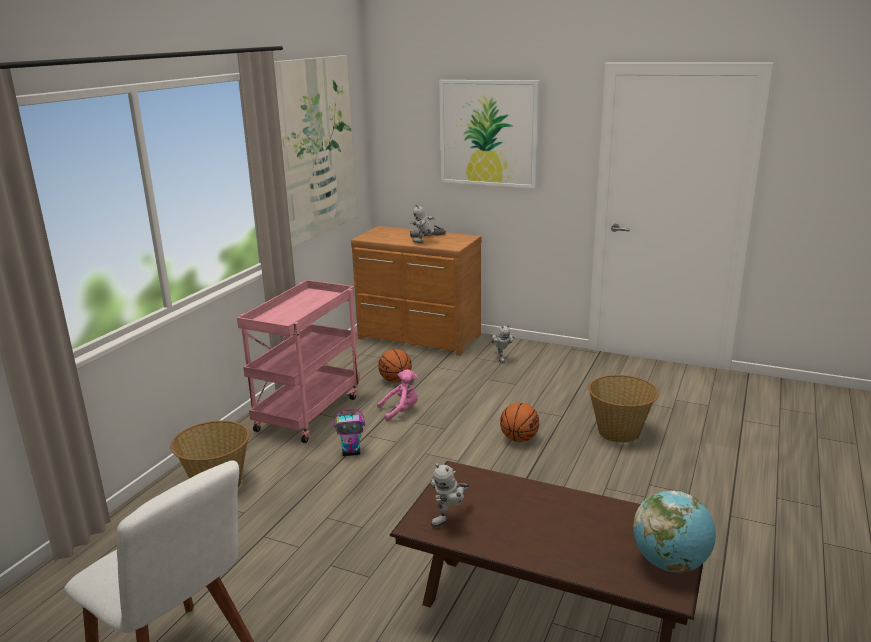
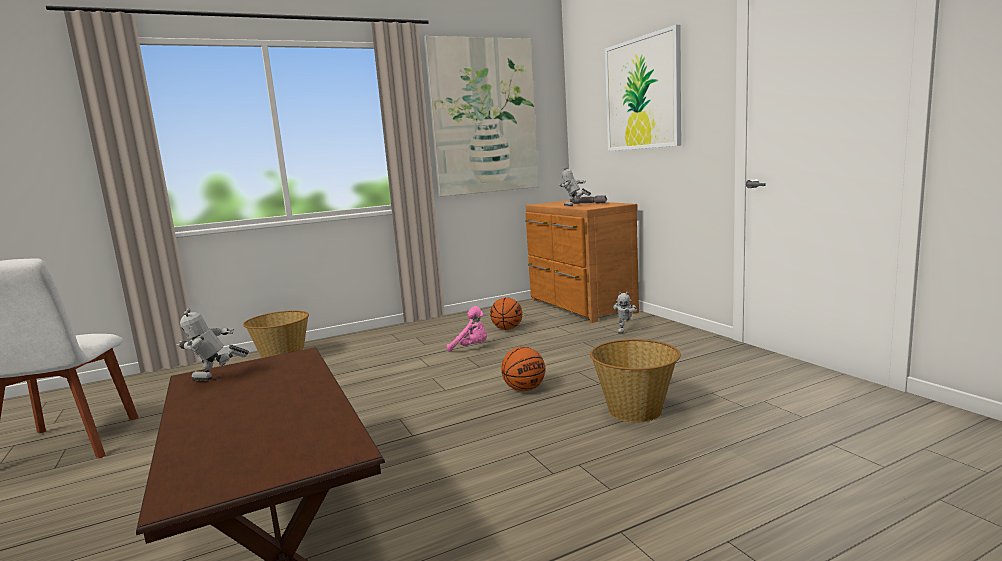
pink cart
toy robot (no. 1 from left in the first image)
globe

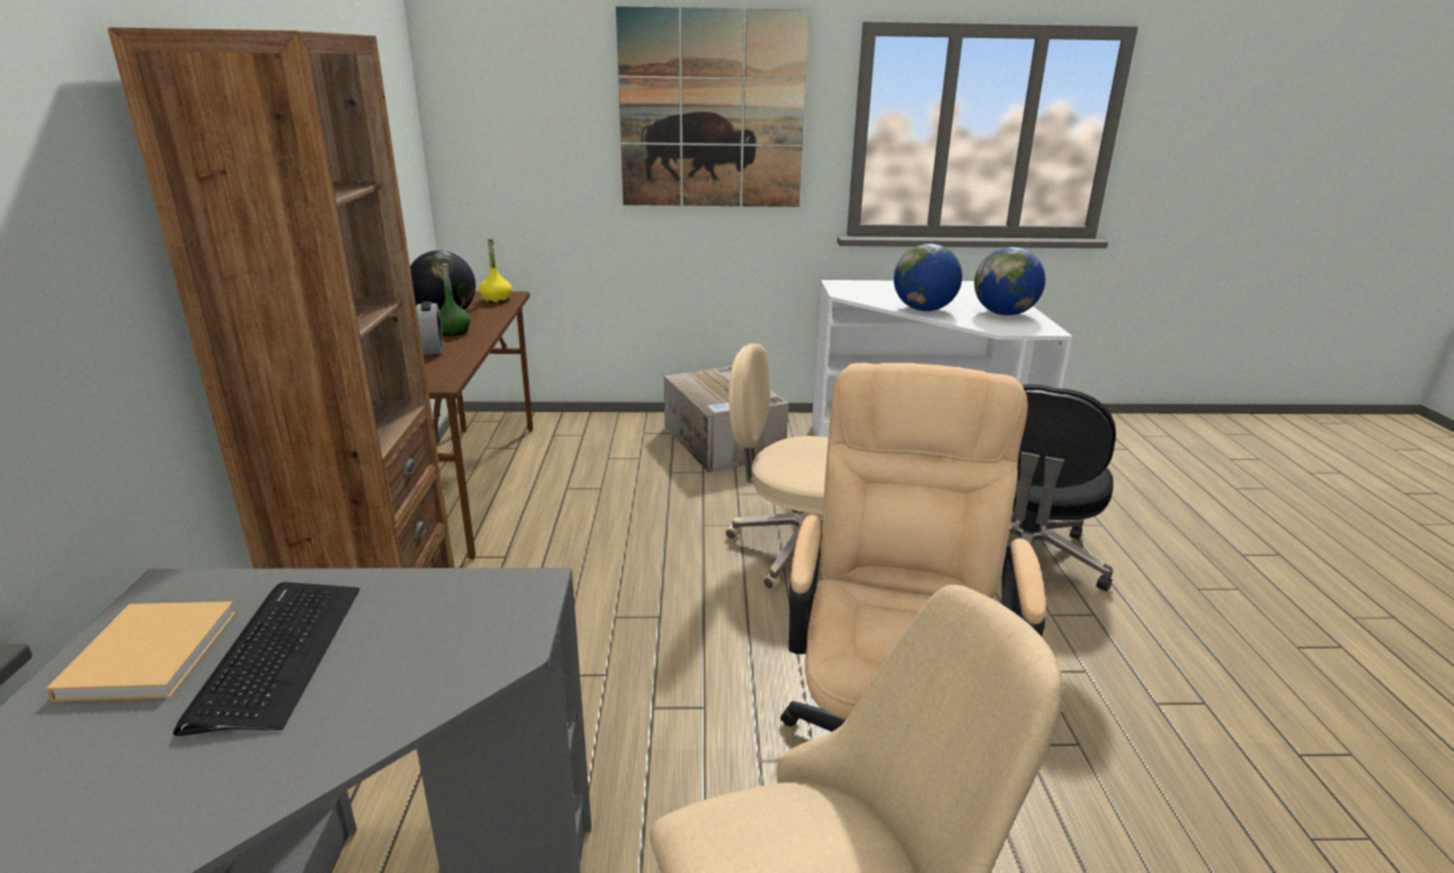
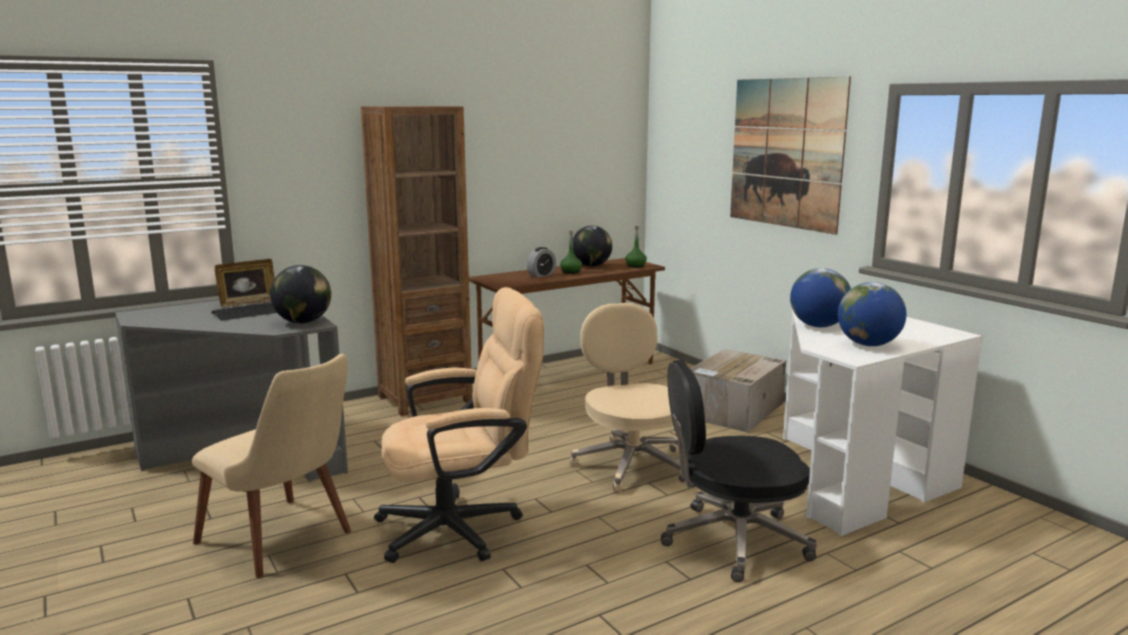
picture frame
green bottle (no. 2 from left)
globe (no. 1 from left)

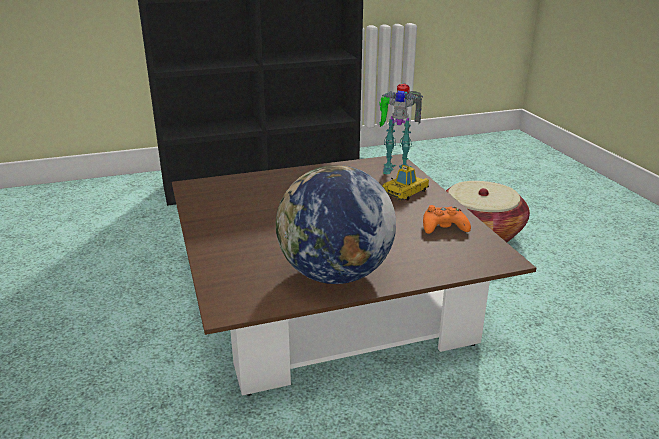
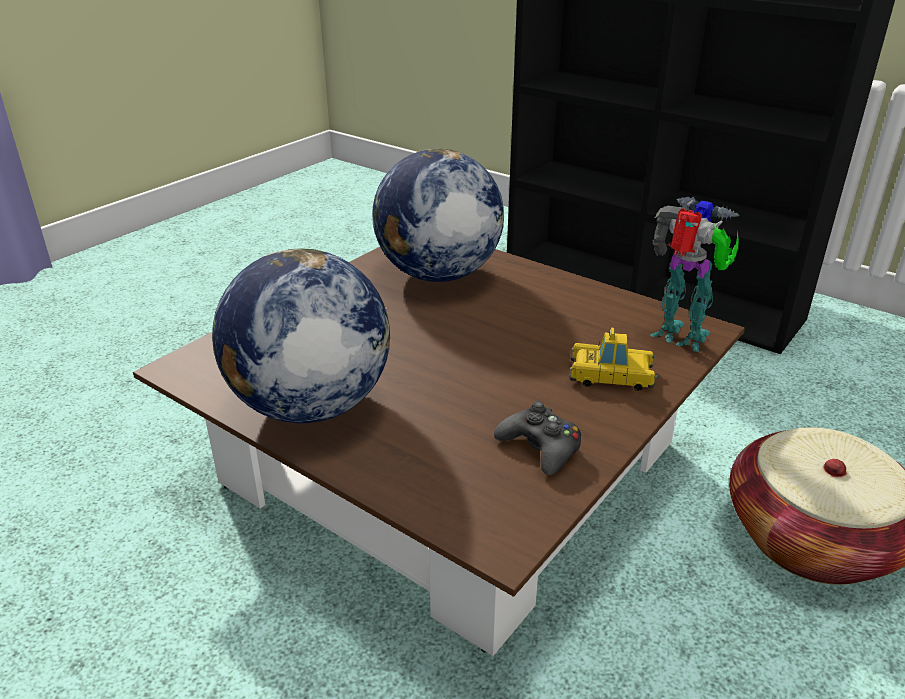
toy robot
black game controller
globe (no. 2 from left)

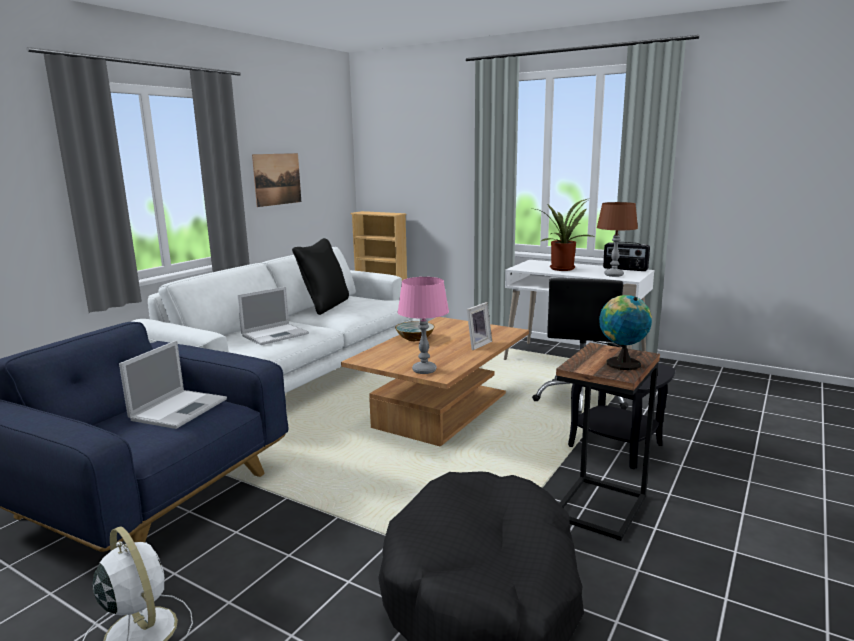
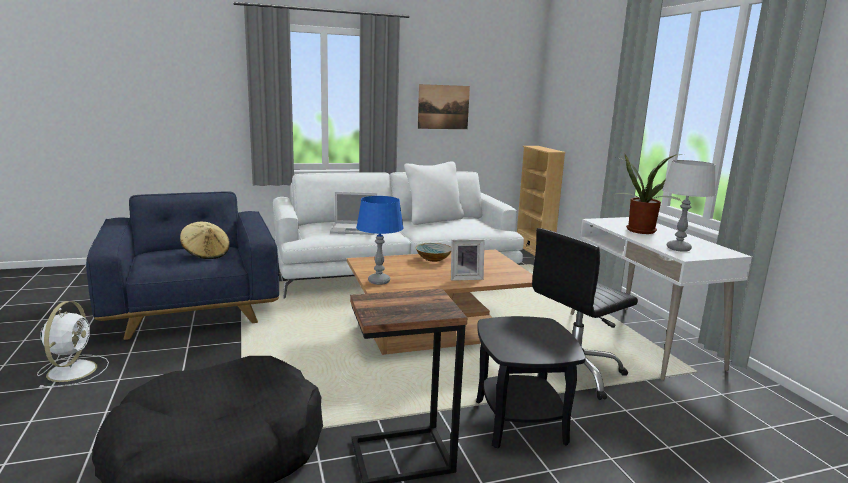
beige hat
white pillow
blue table lamp
grey table lamp
globe
radio

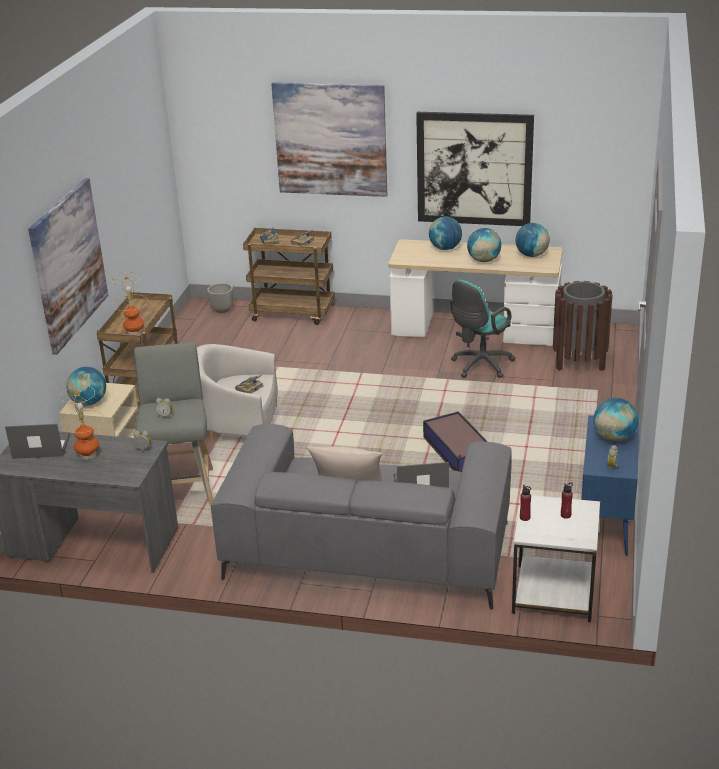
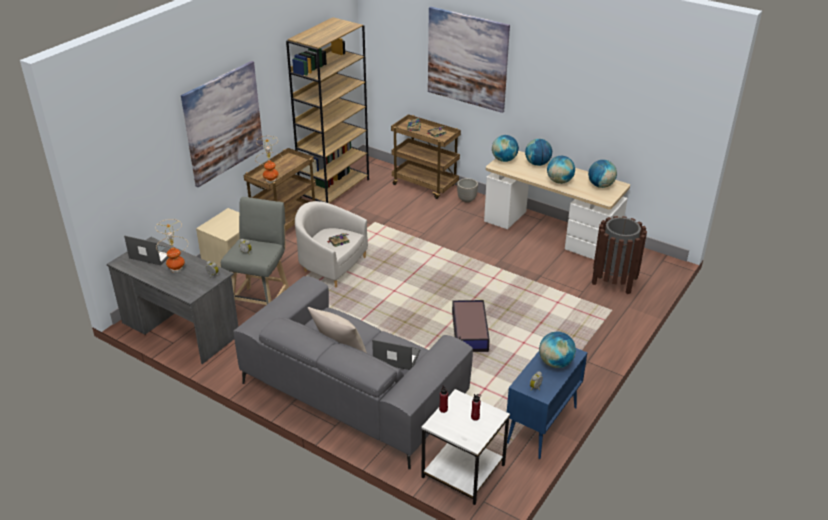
globe (no. 1 from left)
planter
picture (no. 3 from left in the first image)
turquoise office chair
brown bookcase

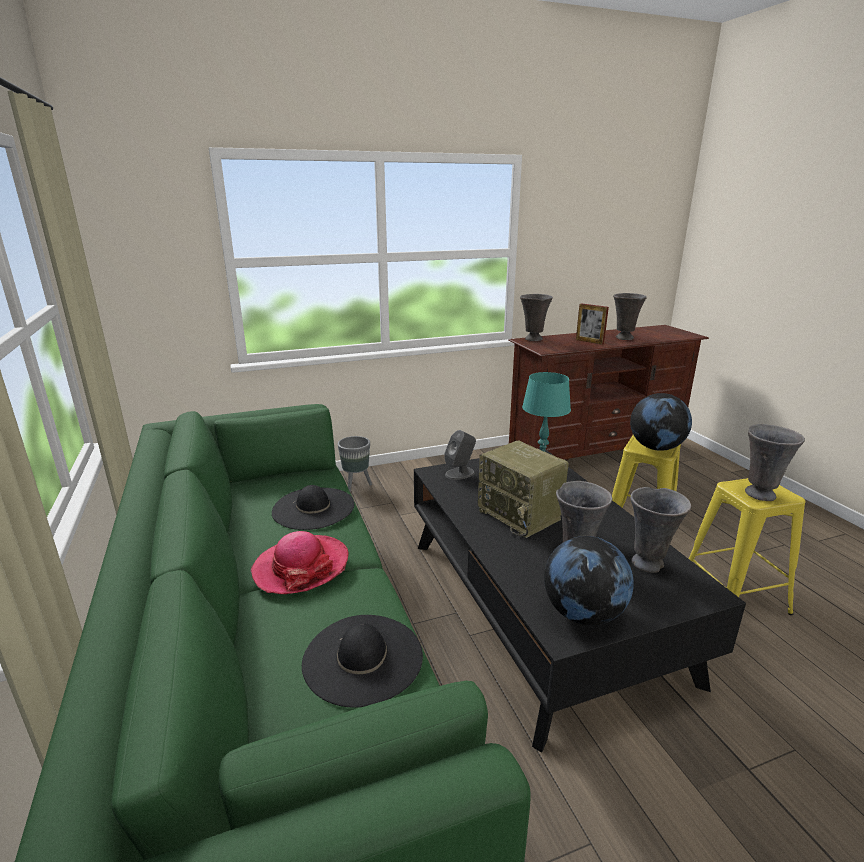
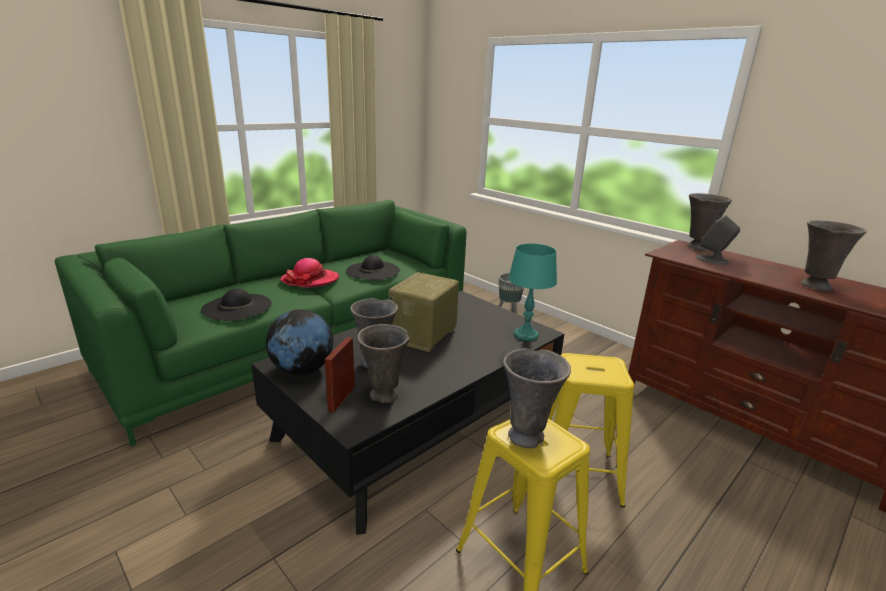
grey speaker
picture frame
globe (no. 2 from left in the first image)

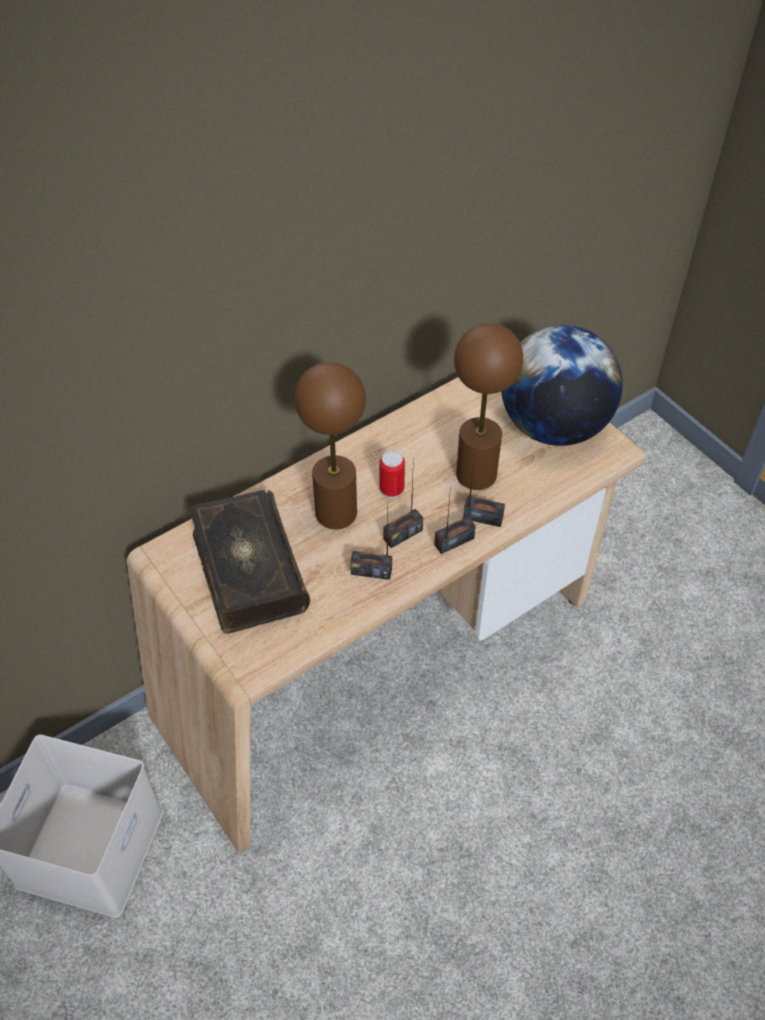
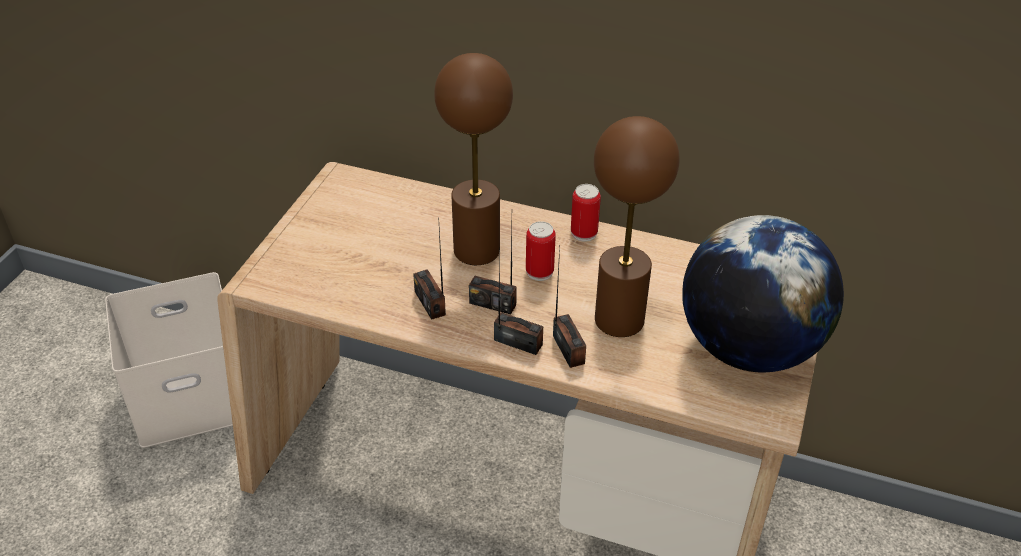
book
can (no. 2 from left)

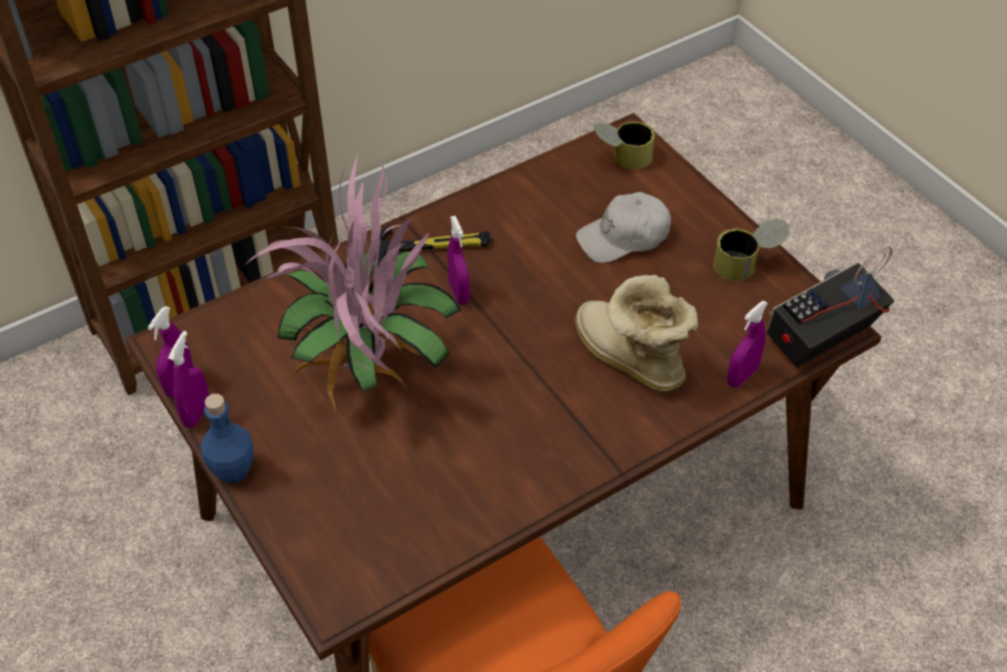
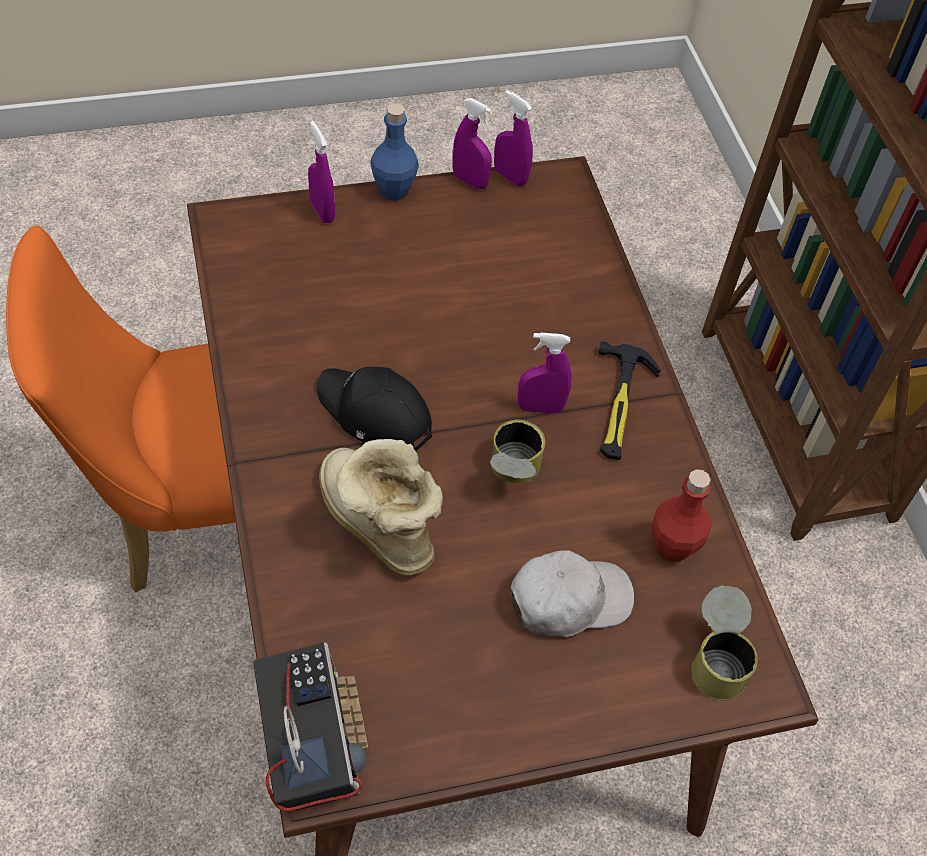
potted plant
boot
white cap
can (no. 1 from left)
purple spray bottle (no. 1 from left)
black cap
red bottle

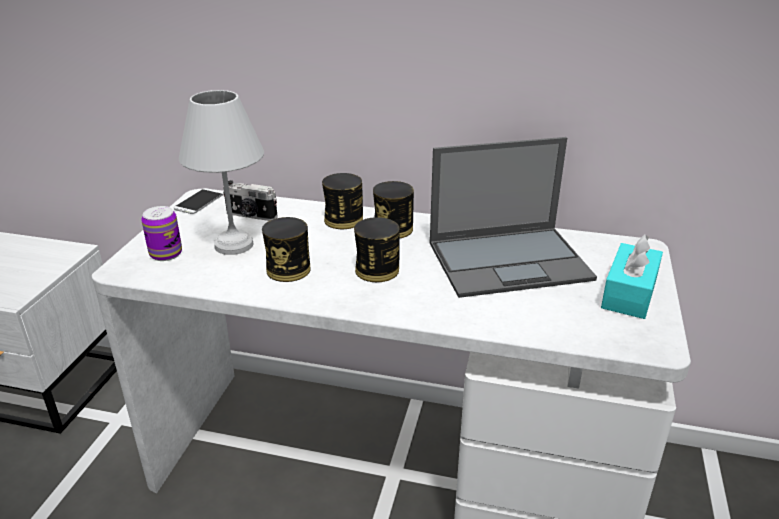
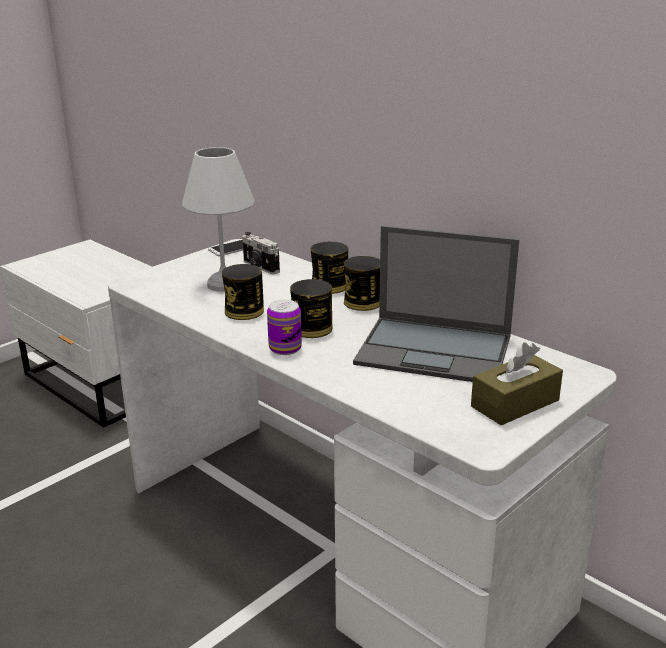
can (no. 2 from left)
brown tissue box

